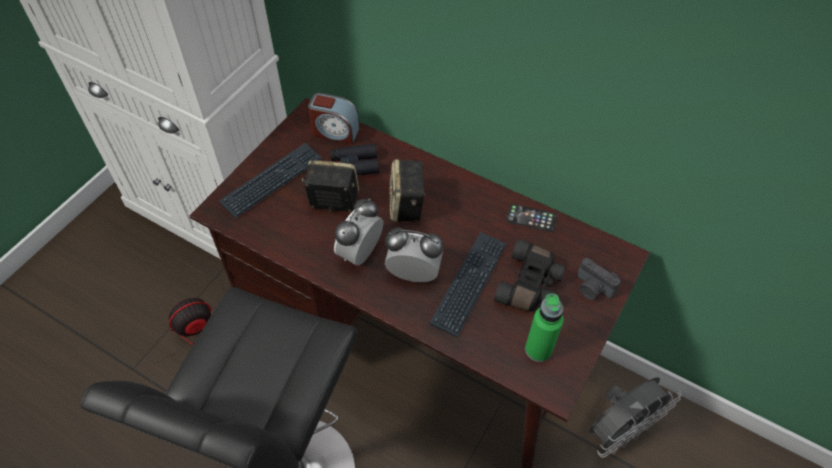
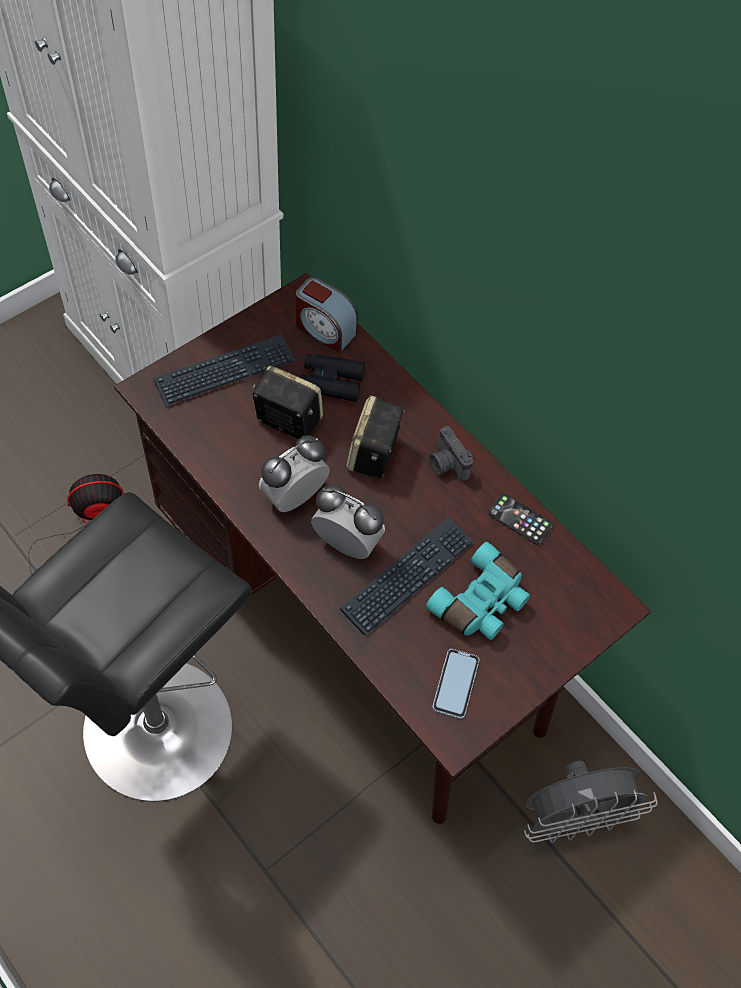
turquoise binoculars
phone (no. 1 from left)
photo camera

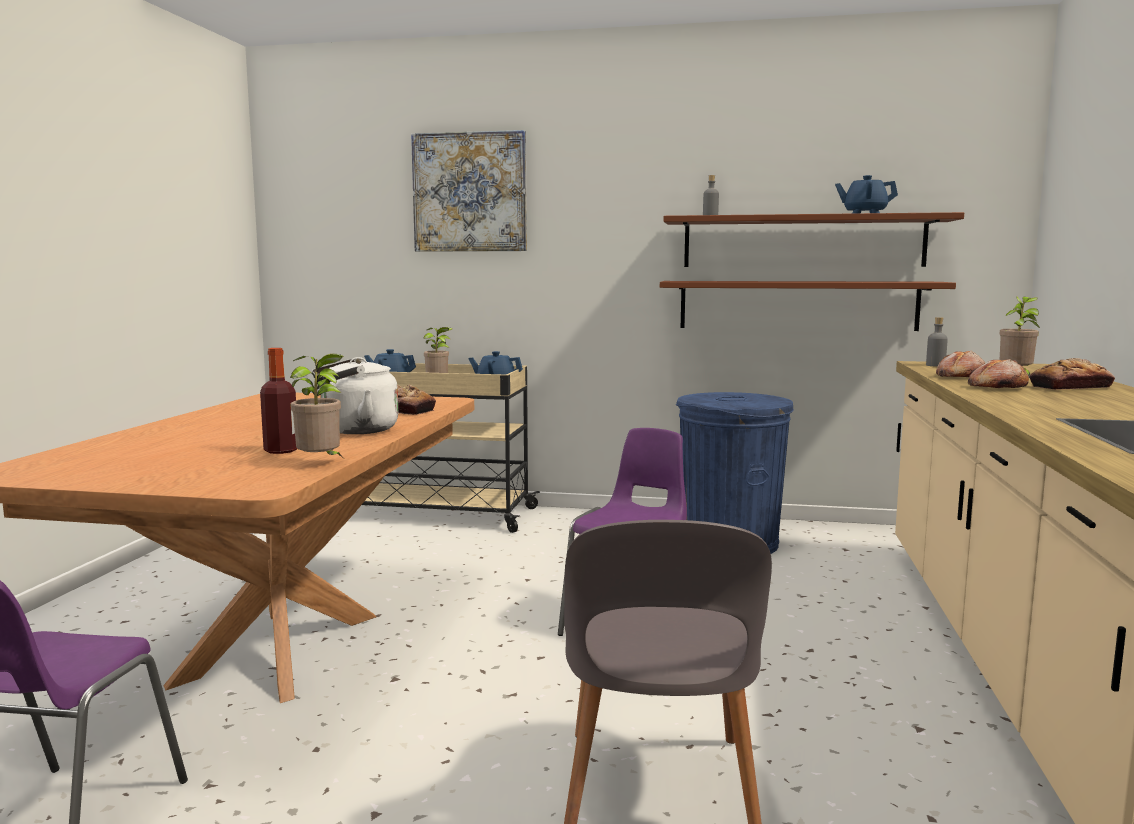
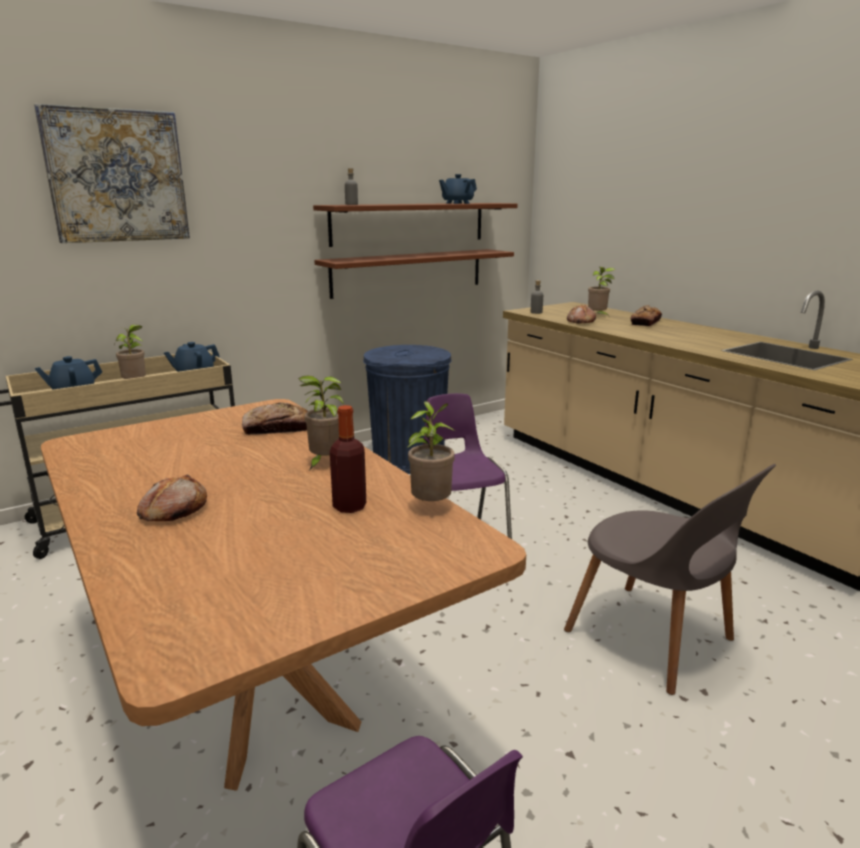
potted plant (no. 2 from left)
bread (no. 1 from left)

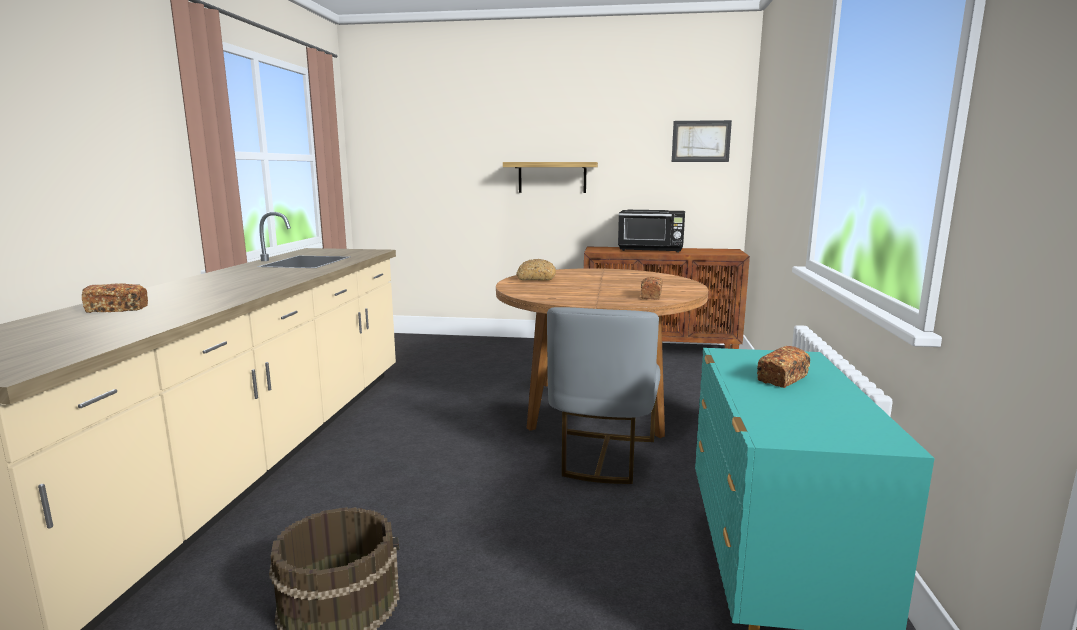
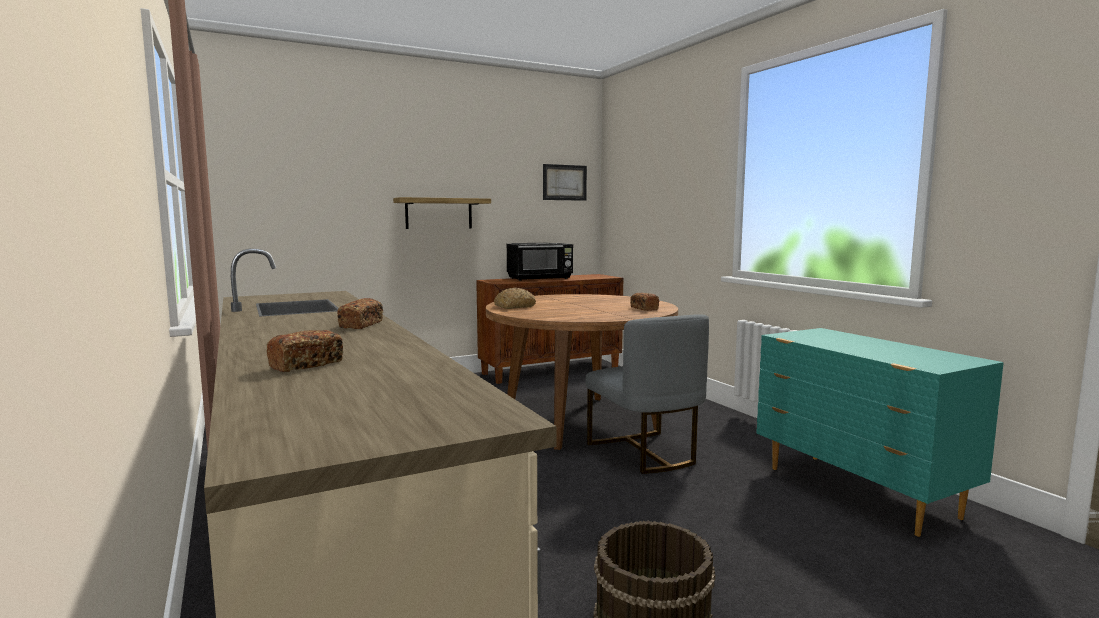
bread (no. 2 from left)

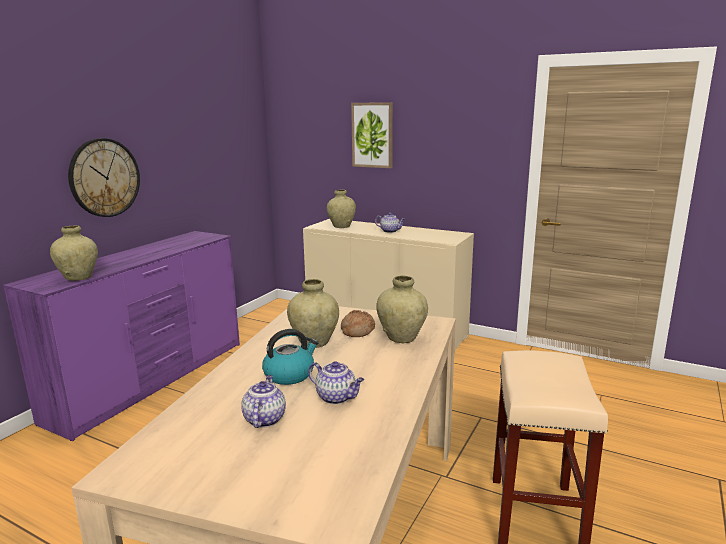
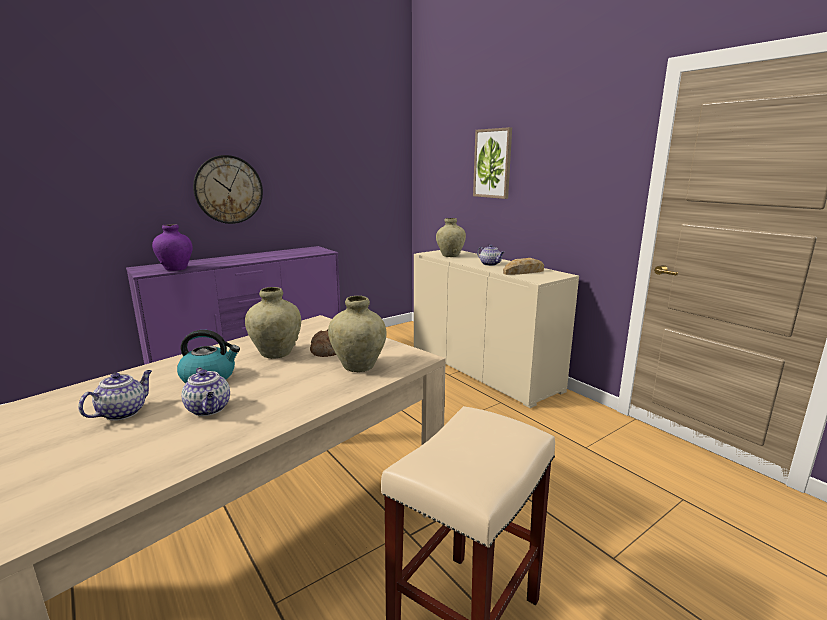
purple vase
bread (no. 2 from left)

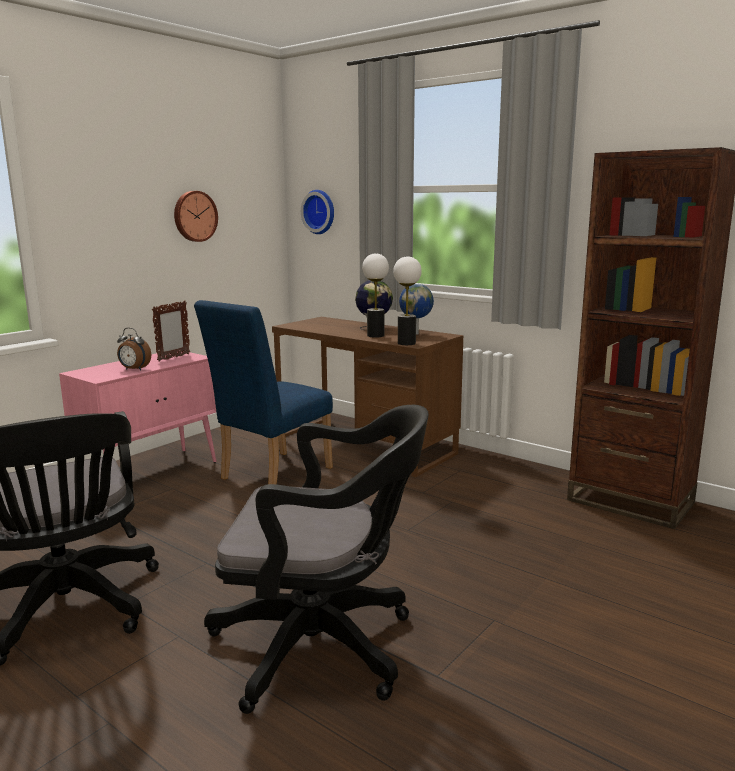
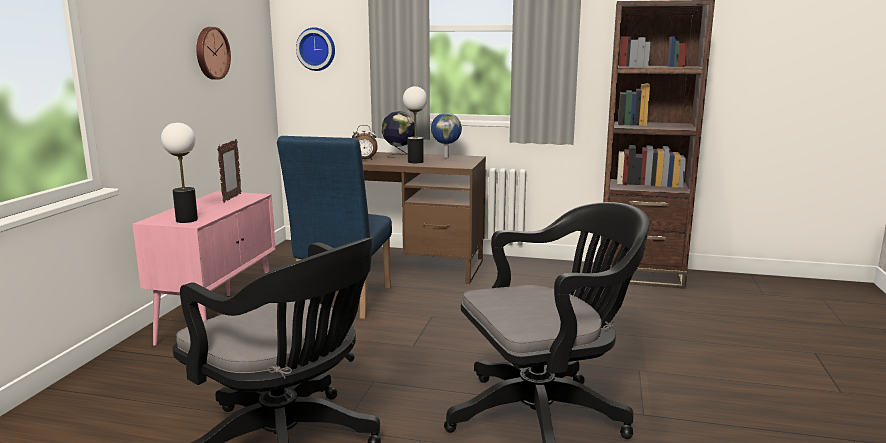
alarm clock
table lamp (no. 1 from left)

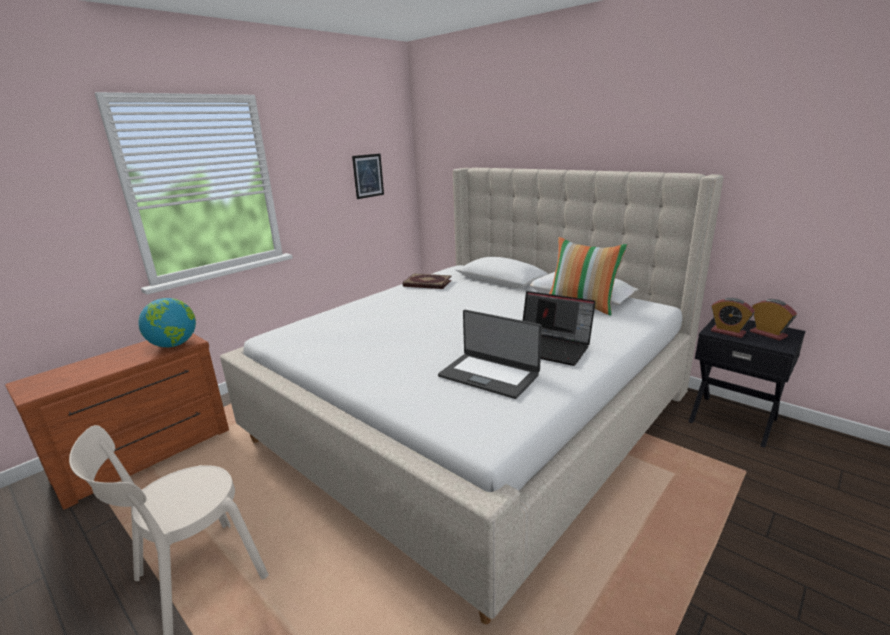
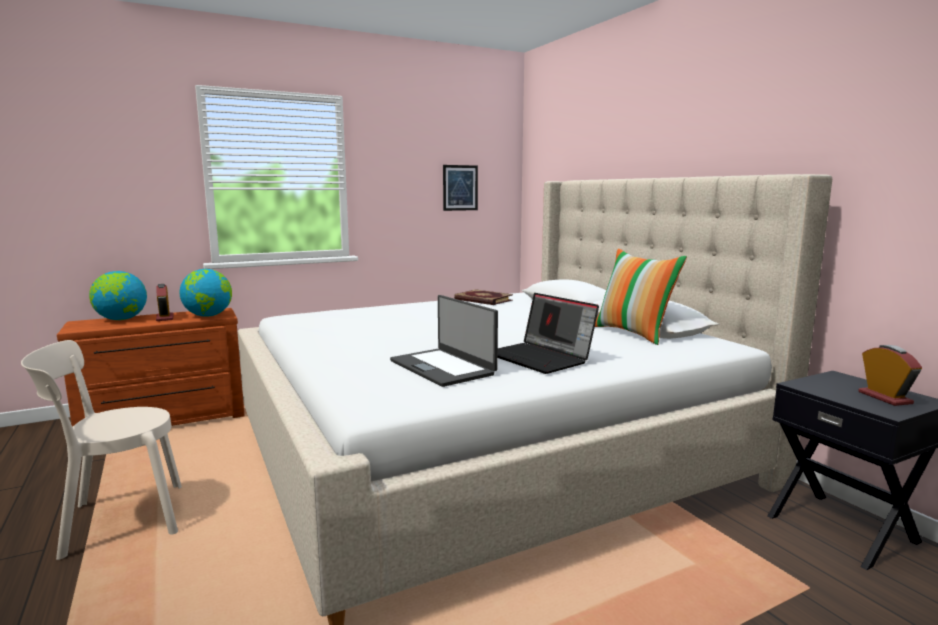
alarm clock (no. 1 from left)
globe (no. 1 from left)

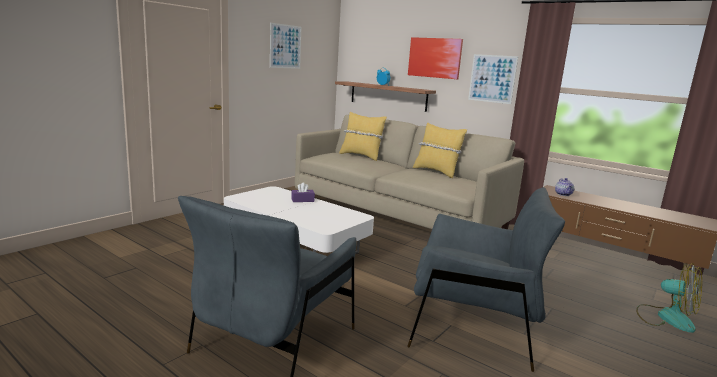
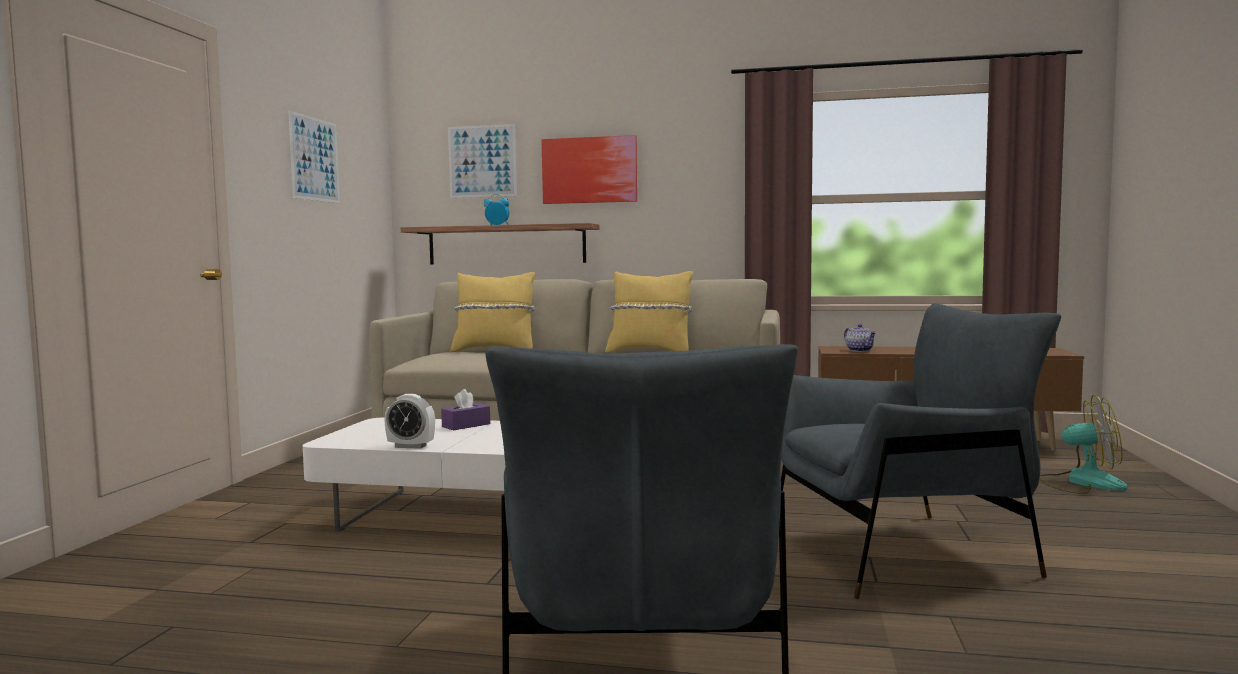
picture (no. 2 from left)
alarm clock (no. 1 from left)

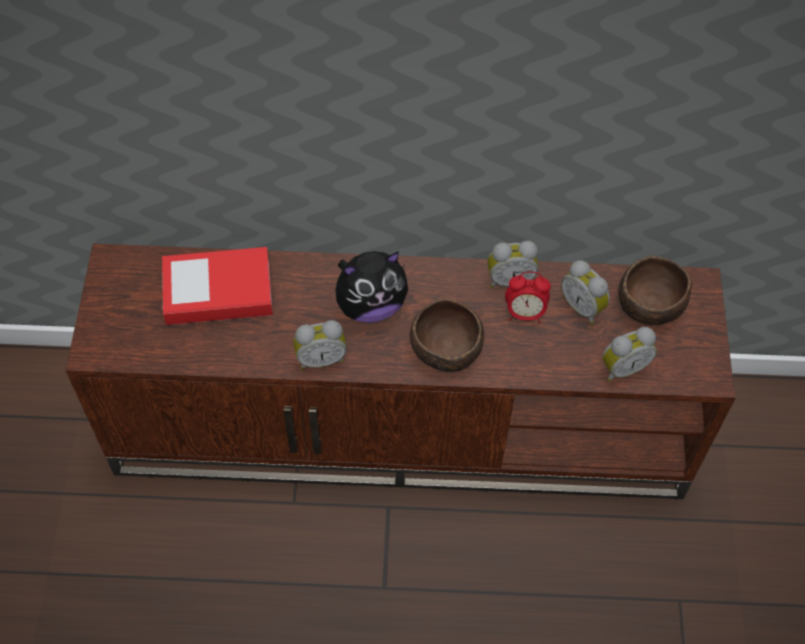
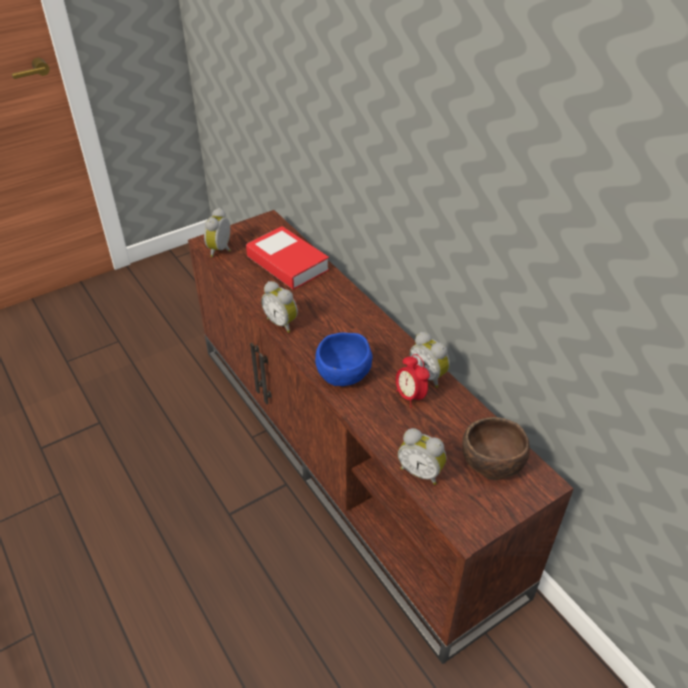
plush toy
blue bowl
alarm clock (no. 1 from left)

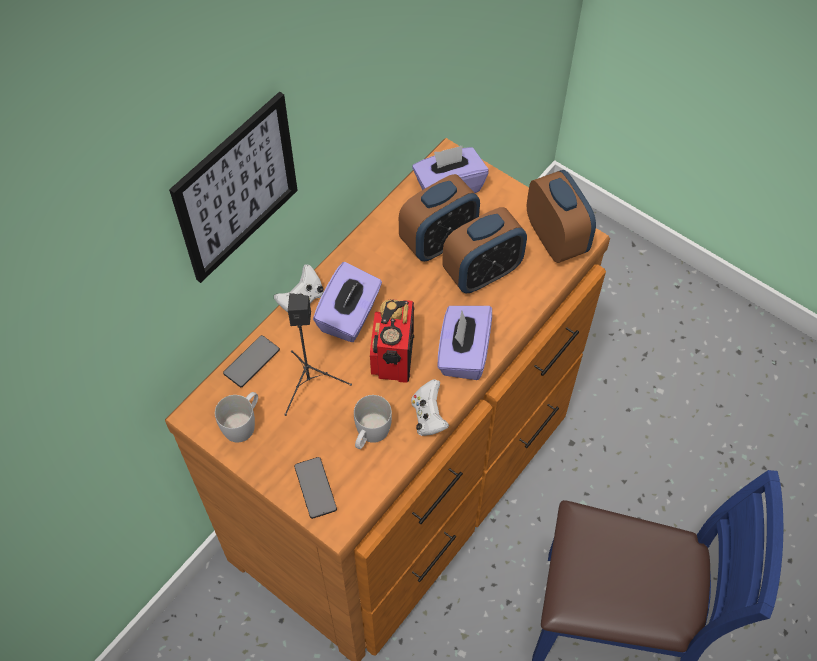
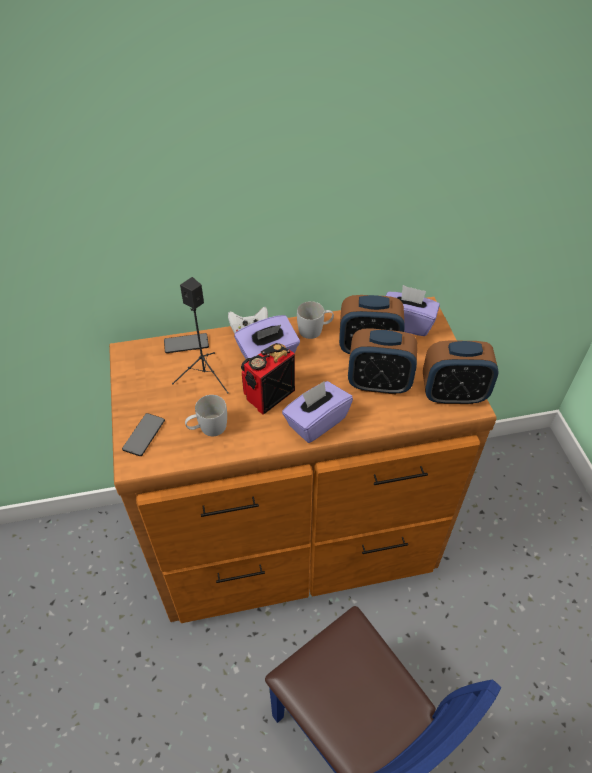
picture
white mug (no. 2 from left)
white game controller (no. 2 from left in the first image)
alarm clock (no. 3 from left)

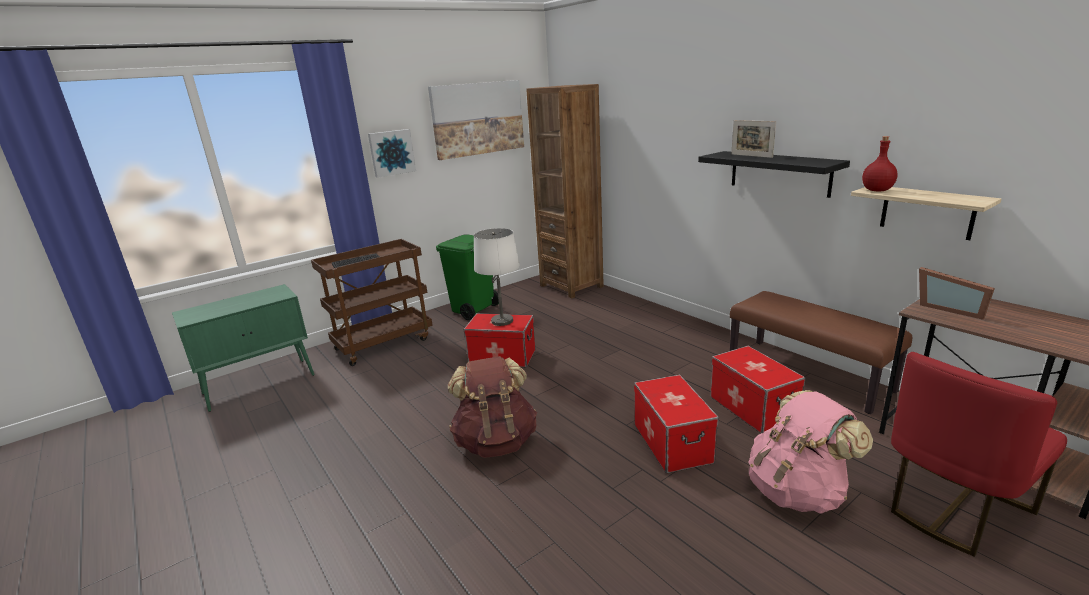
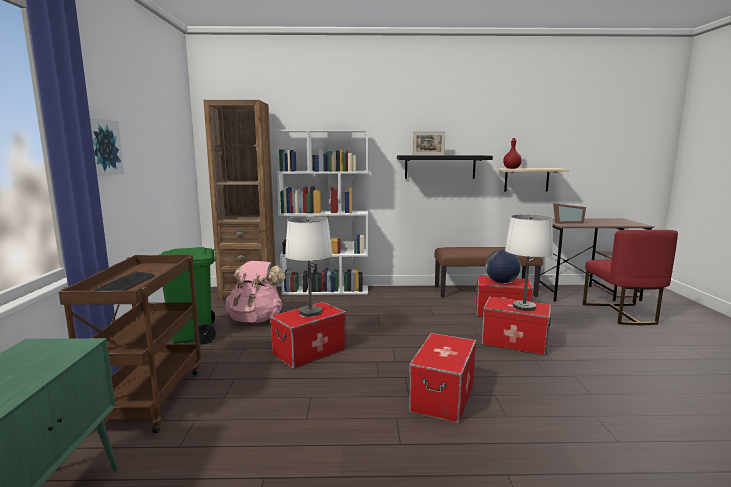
picture (no. 2 from left in the first image)
storage box (no. 2 from left)
pink backpack
white bookcase
globe
white table lamp (no. 2 from left)

